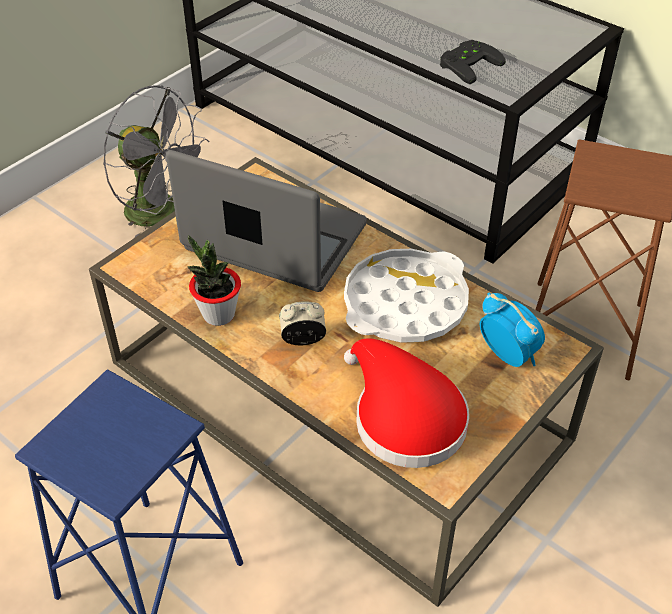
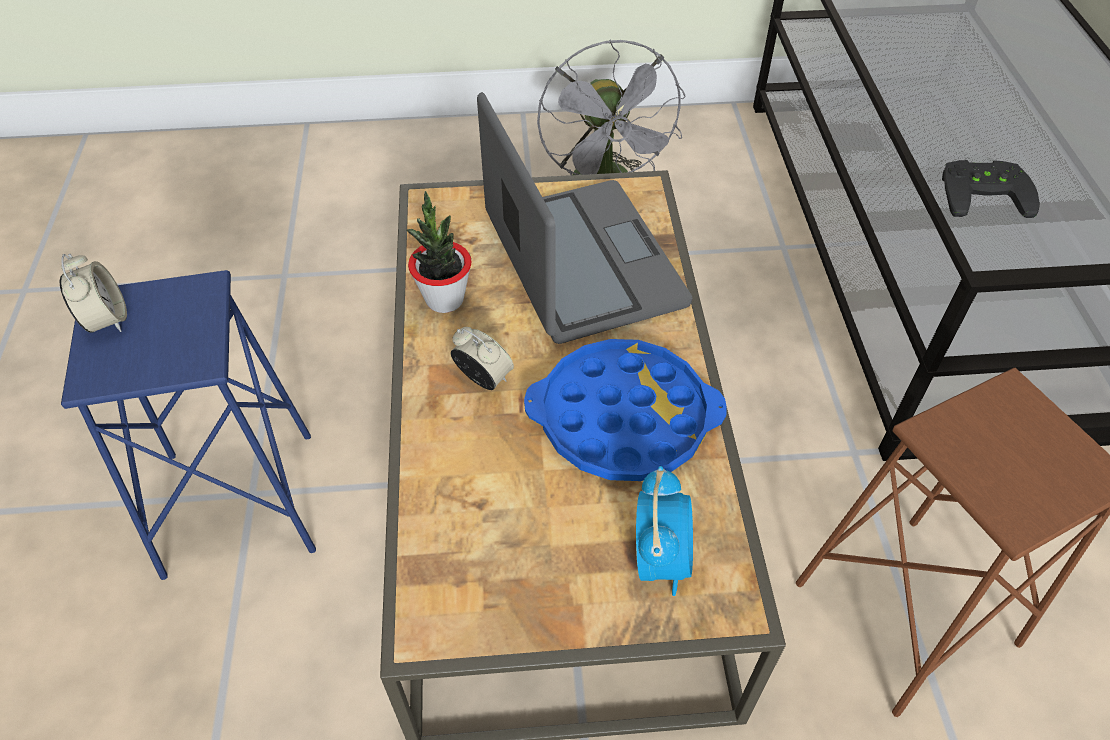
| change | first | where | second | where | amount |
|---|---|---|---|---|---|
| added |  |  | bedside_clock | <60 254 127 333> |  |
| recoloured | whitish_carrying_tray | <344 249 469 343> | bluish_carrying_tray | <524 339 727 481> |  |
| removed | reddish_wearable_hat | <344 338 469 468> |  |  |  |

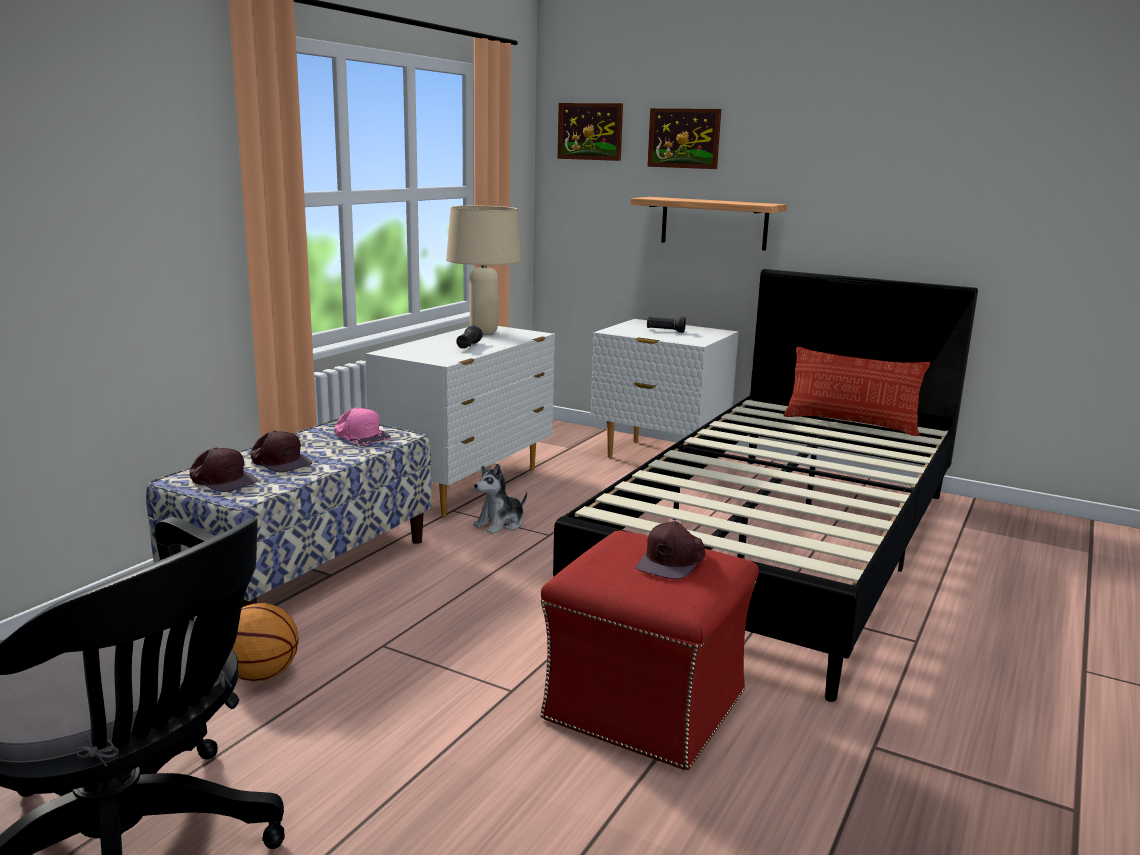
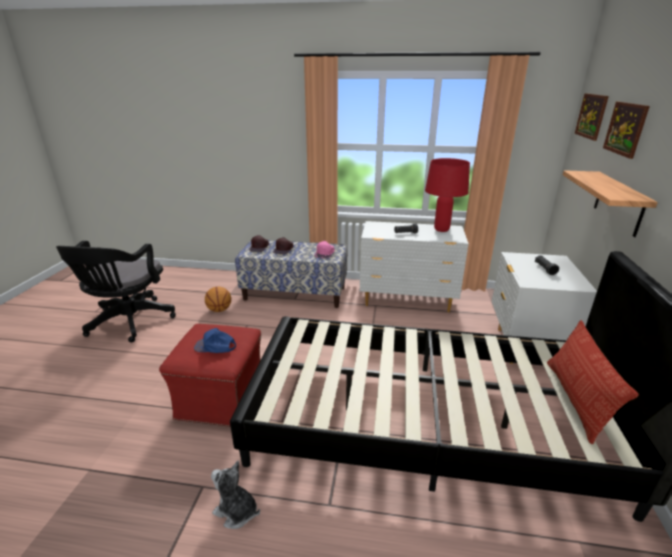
| change | first | where | second | where | amount |
|---|---|---|---|---|---|
| recoloured | brownish_baseball_cap | <636 521 706 579> | bluish_baseball_cap | <194 328 236 353> |  |
| moved | soft_toy | <473 464 527 534> |  | <211 460 260 529> |  |
| recoloured | sand-coloured_table_lamp | <446 206 521 334> | reddish_table_lamp | <425 158 470 232> |  |

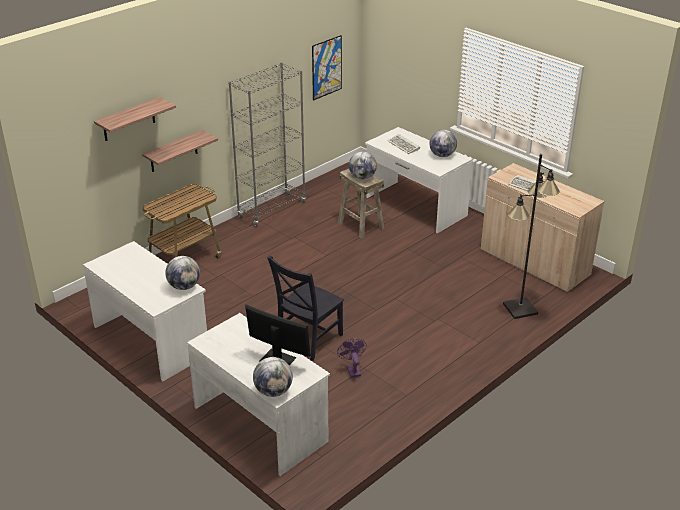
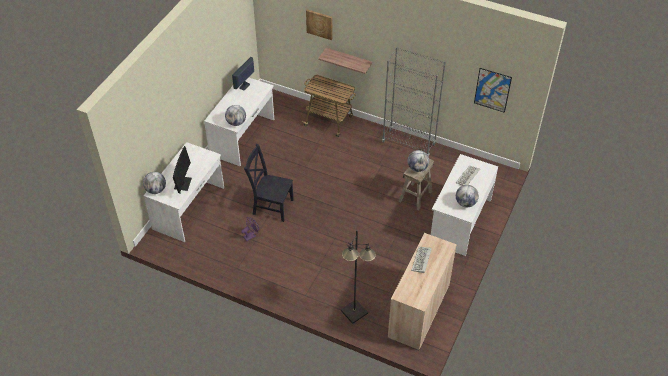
| change | first | where | second | where | amount |
|---|---|---|---|---|---|
| added |  |  | computer_display | <232 57 254 90> |  |
| replaced | wall_shelf | <94 97 176 141> | wall_art | <306 10 333 40> |  |

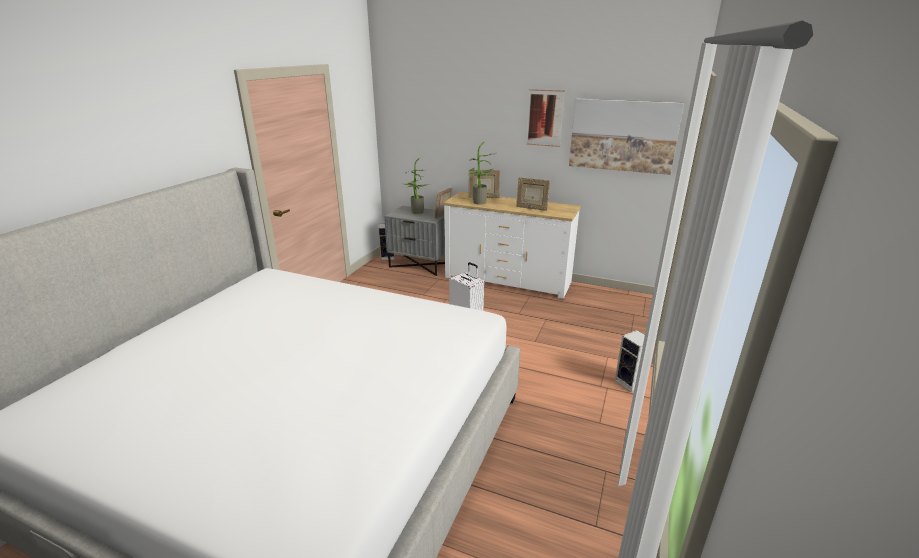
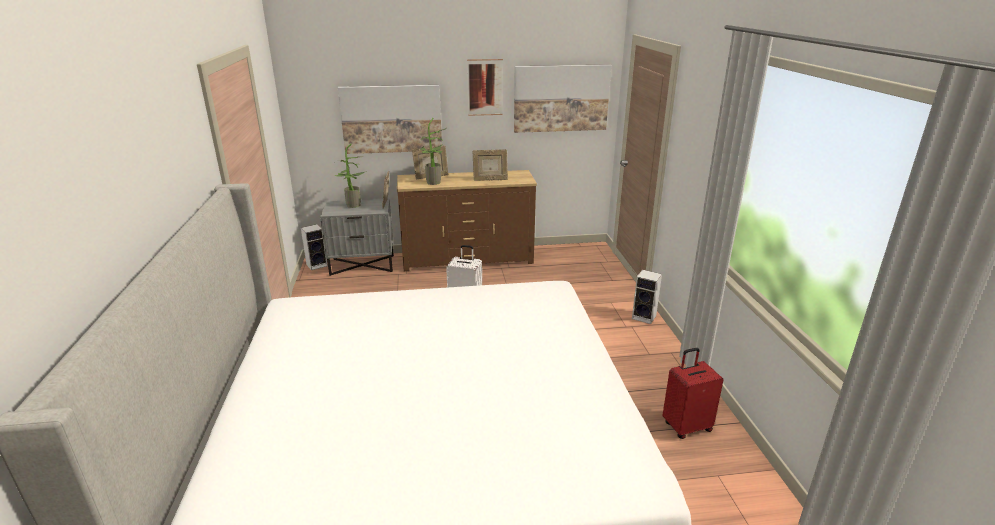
| change | first | where | second | where | amount |
|---|---|---|---|---|---|
| added |  |  | wall_art | <338 85 442 154> |  |
| recoloured | whitish_drawer_chest | <443 192 581 299> | brownish_drawer_chest | <397 170 537 271> |  |
| added |  |  | reddish_suitcase | <663 348 724 439> |  |

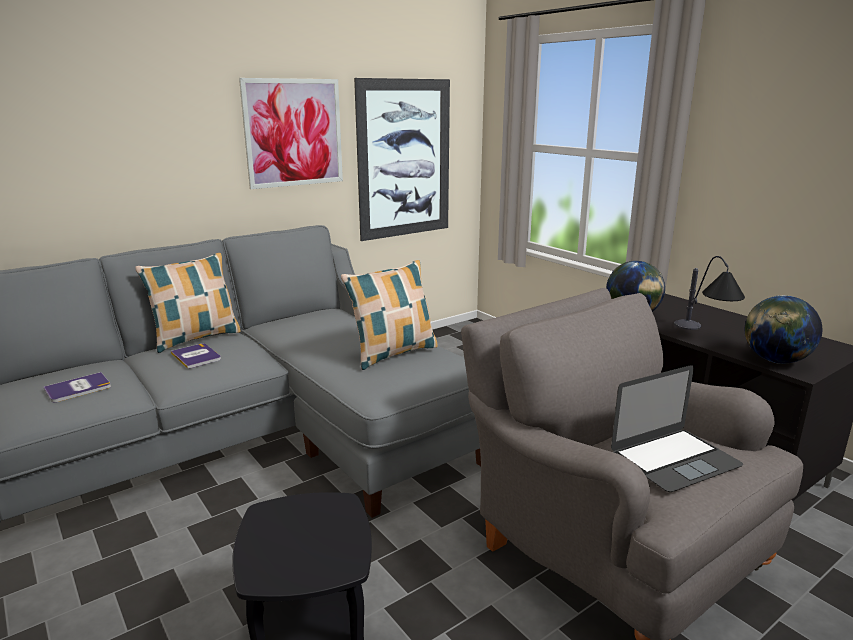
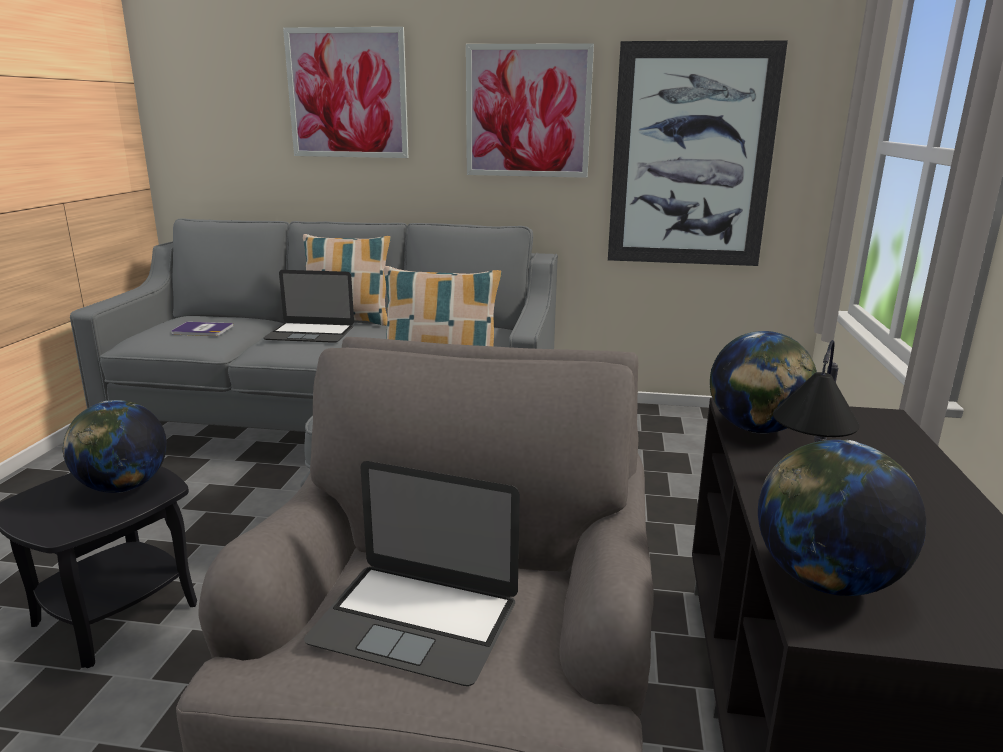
| change | first | where | second | where | amount |
|---|---|---|---|---|---|
| added |  |  | globe | <62 400 167 493> |  |
| replaced | bound_book | <171 343 221 369> | notebook_computer | <263 270 354 343> |  |
| added |  |  | wall_art | <283 27 408 158> |  |

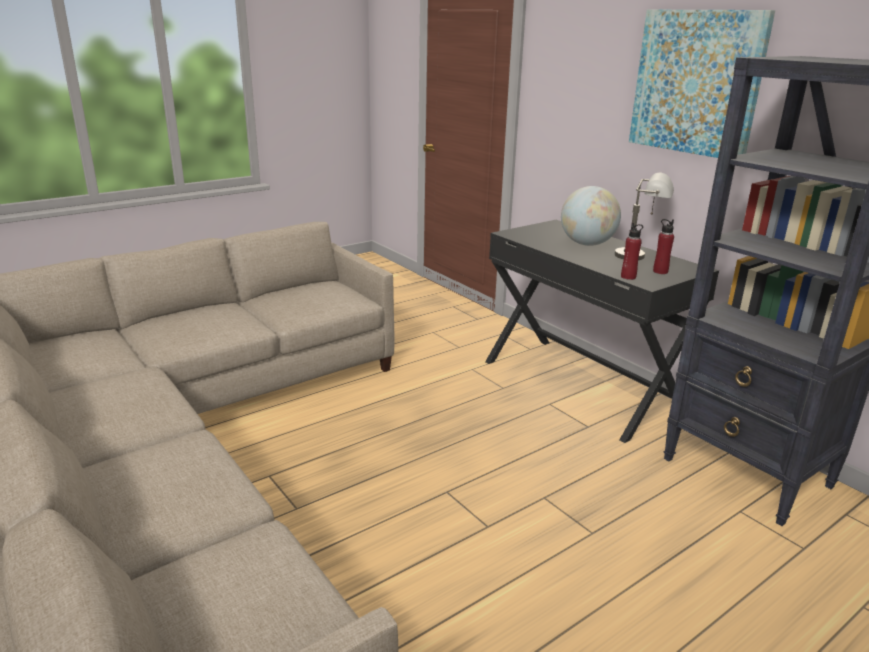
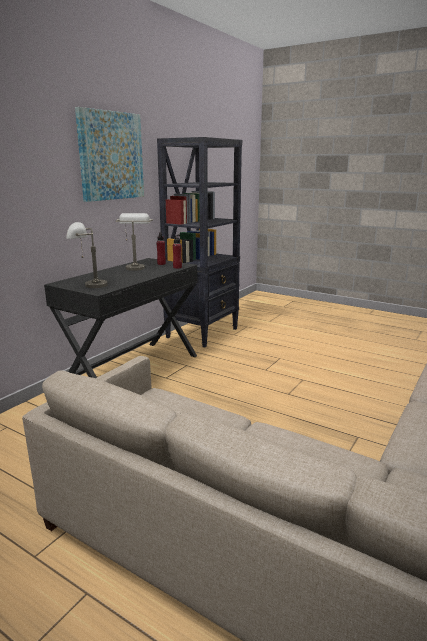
| change | first | where | second | where | amount |
|---|---|---|---|---|---|
| added |  |  | greyish_table_lamp | <66 222 108 288> |  |
| removed | globe | <561 186 621 246> |  |  |  |

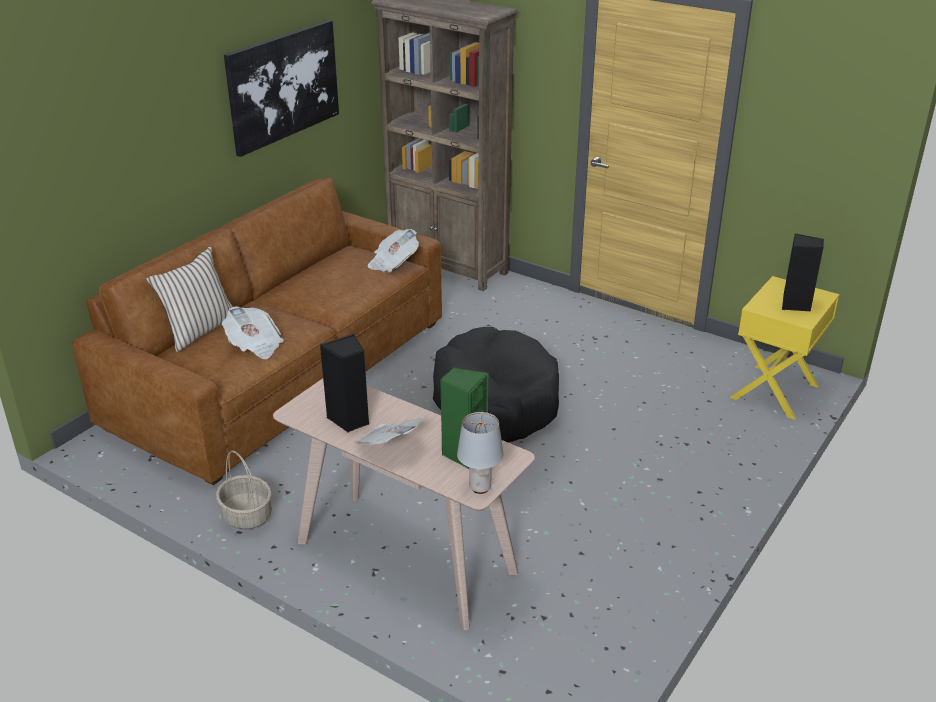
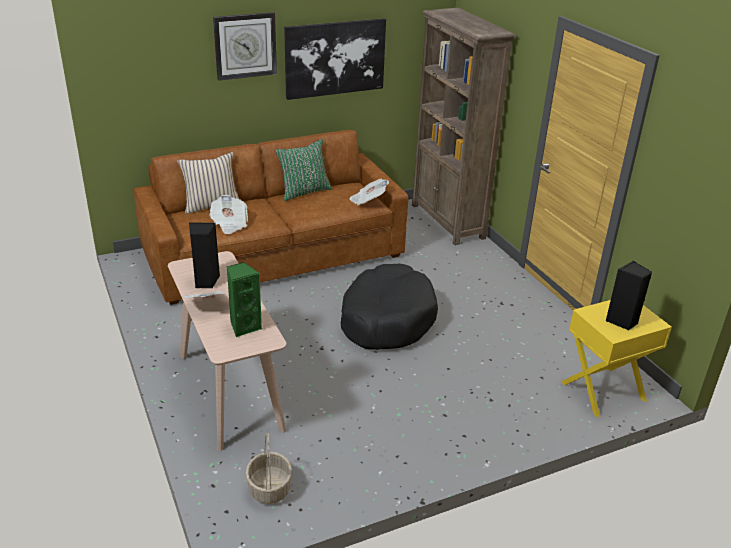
| change | first | where | second | where | amount |
|---|---|---|---|---|---|
| added |  |  | hanging_clock | <213 12 277 81> |  |
| moved | basket | <216 451 272 529> |  | <246 433 292 504> |  |
| added |  |  | green-coloured_throw_pillow | <275 139 332 201> |  |
| removed | greyish_table_lamp | <457 412 503 494> |  |  |  |

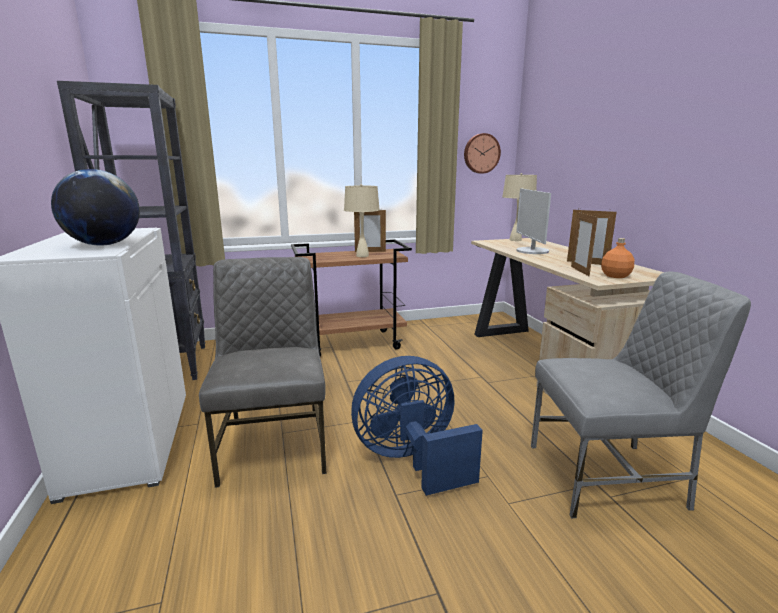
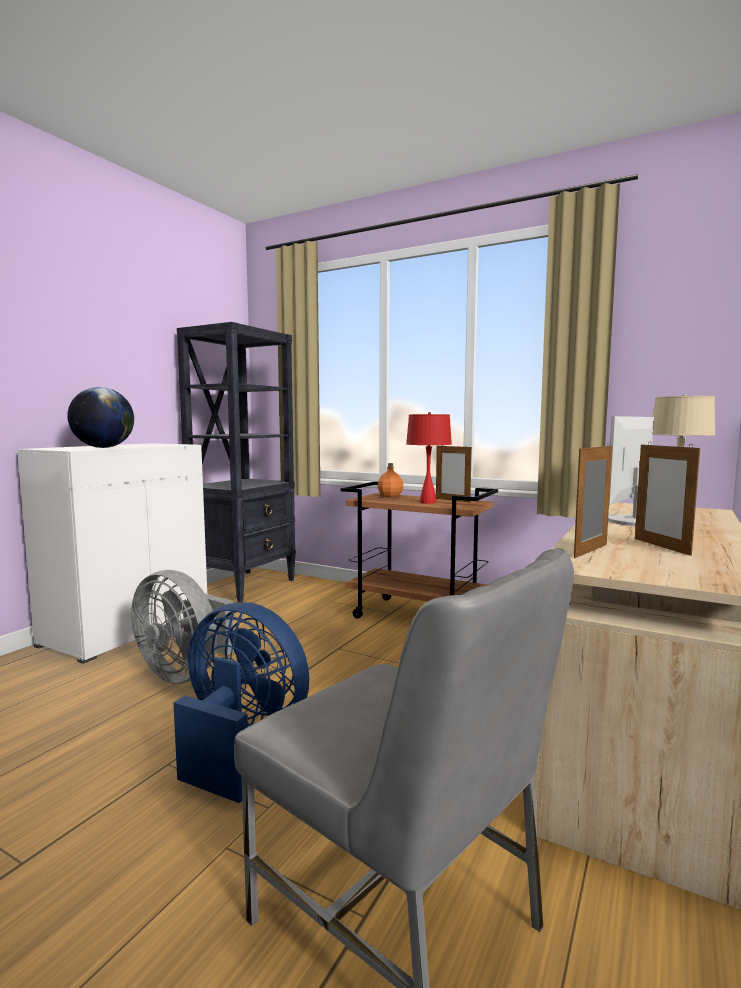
| change | first | where | second | where | amount |
|---|---|---|---|---|---|
| replaced | greyish_chair | <199 257 327 488> | greyish_cooling_fan | <131 570 234 684> |  |
| moved | orange_beverage_bottle | <601 238 634 278> |  | <378 463 404 497> |  |
| recoloured | sand-coloured_table_lamp | <344 184 380 257> | reddish_table_lamp | <406 412 452 504> |  |
| removed | hanging_clock | <464 133 501 174> |  |  |  |

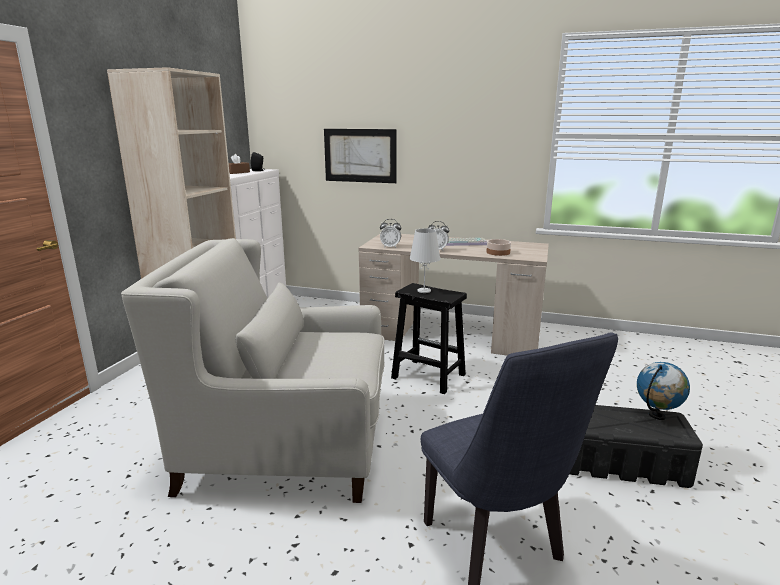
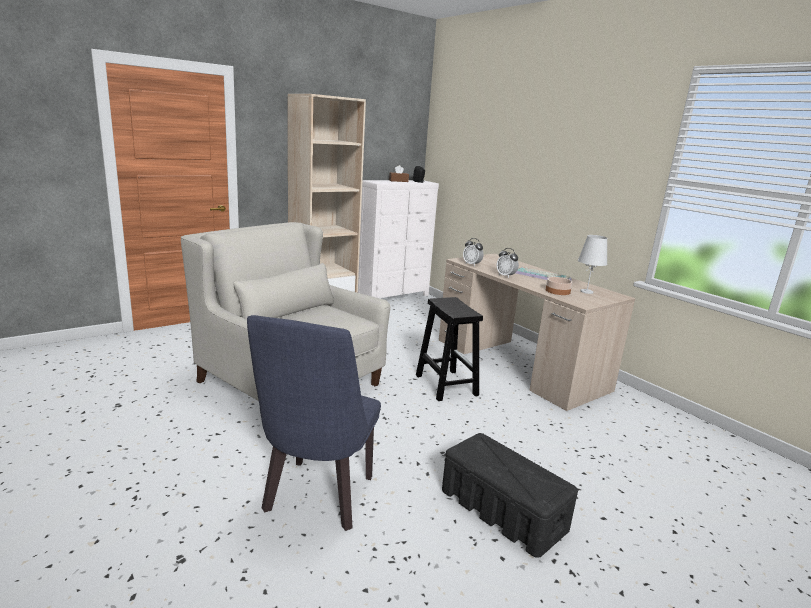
| change | first | where | second | where | amount |
|---|---|---|---|---|---|
| moved | whitish_table_lamp | <409 229 441 293> |  | <578 235 607 294> |  |
| removed | wall_art | <324 129 397 183> |  |  |  |
| removed | globe | <637 362 690 420> |  |  |  |

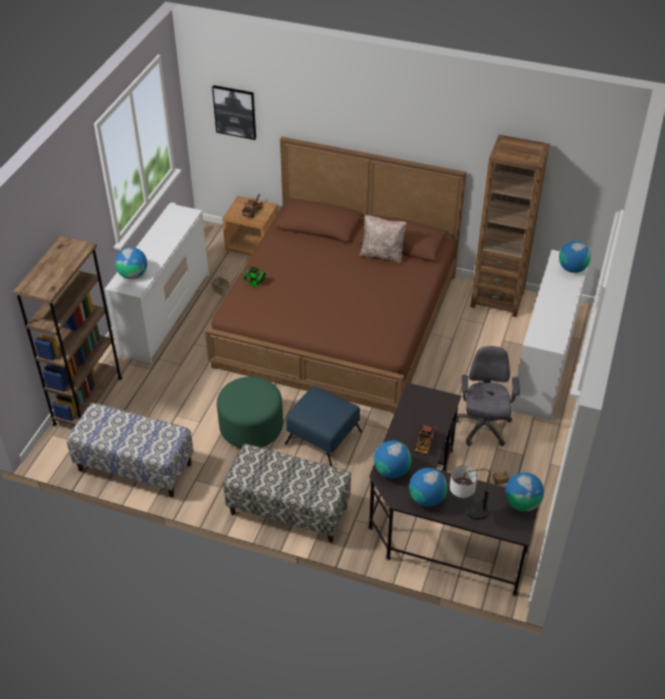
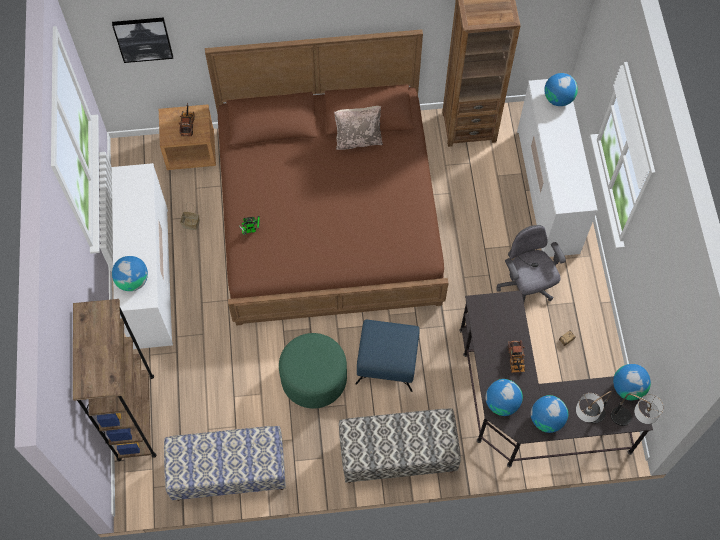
| change | first | where | second | where | amount |
|---|---|---|---|---|---|
| added |  |  | table_lamp | <611 394 664 426> |  |

